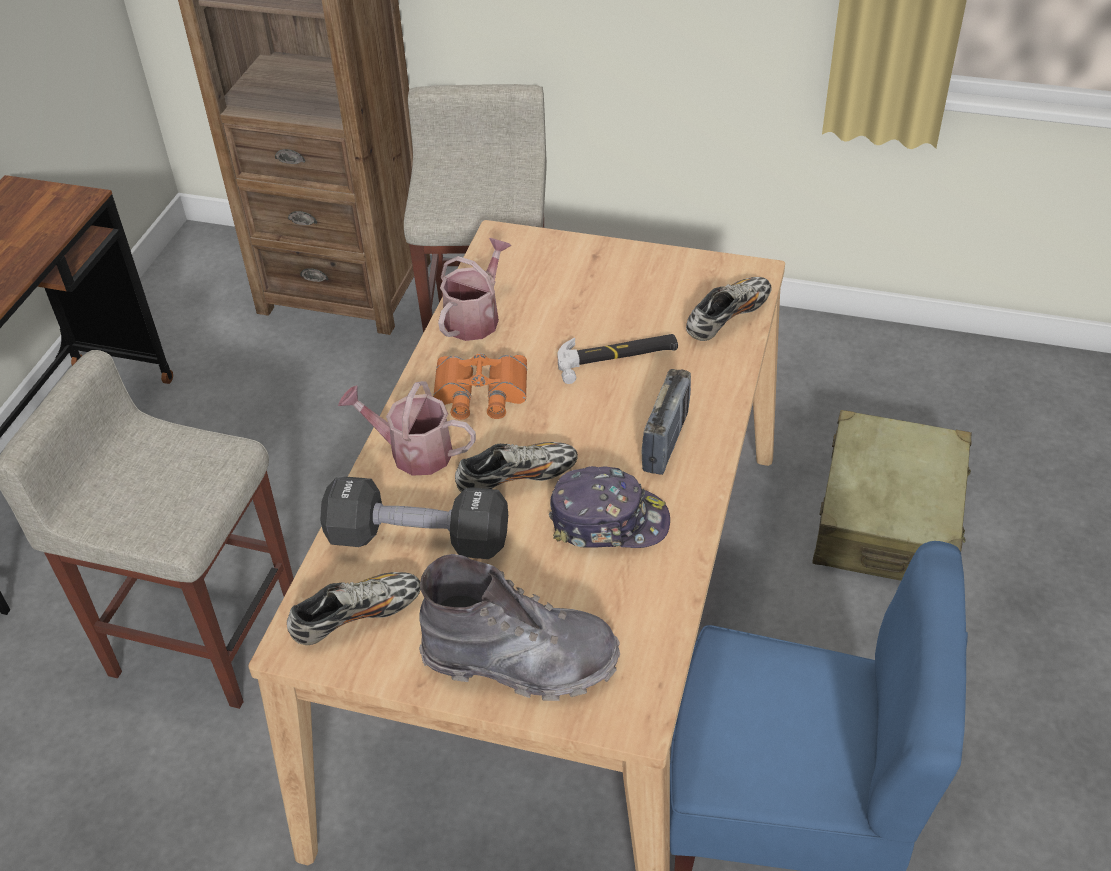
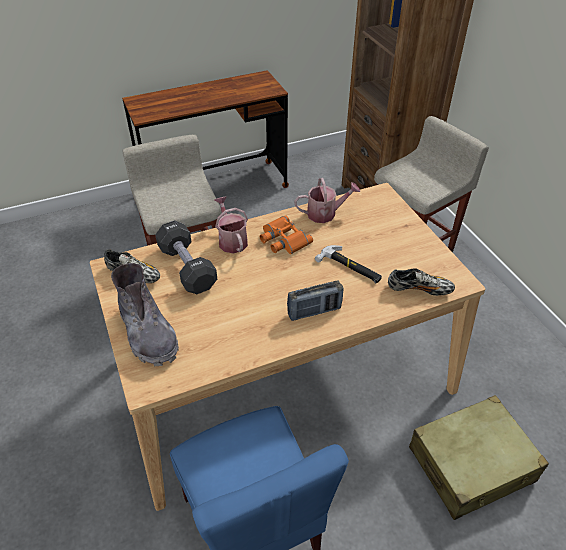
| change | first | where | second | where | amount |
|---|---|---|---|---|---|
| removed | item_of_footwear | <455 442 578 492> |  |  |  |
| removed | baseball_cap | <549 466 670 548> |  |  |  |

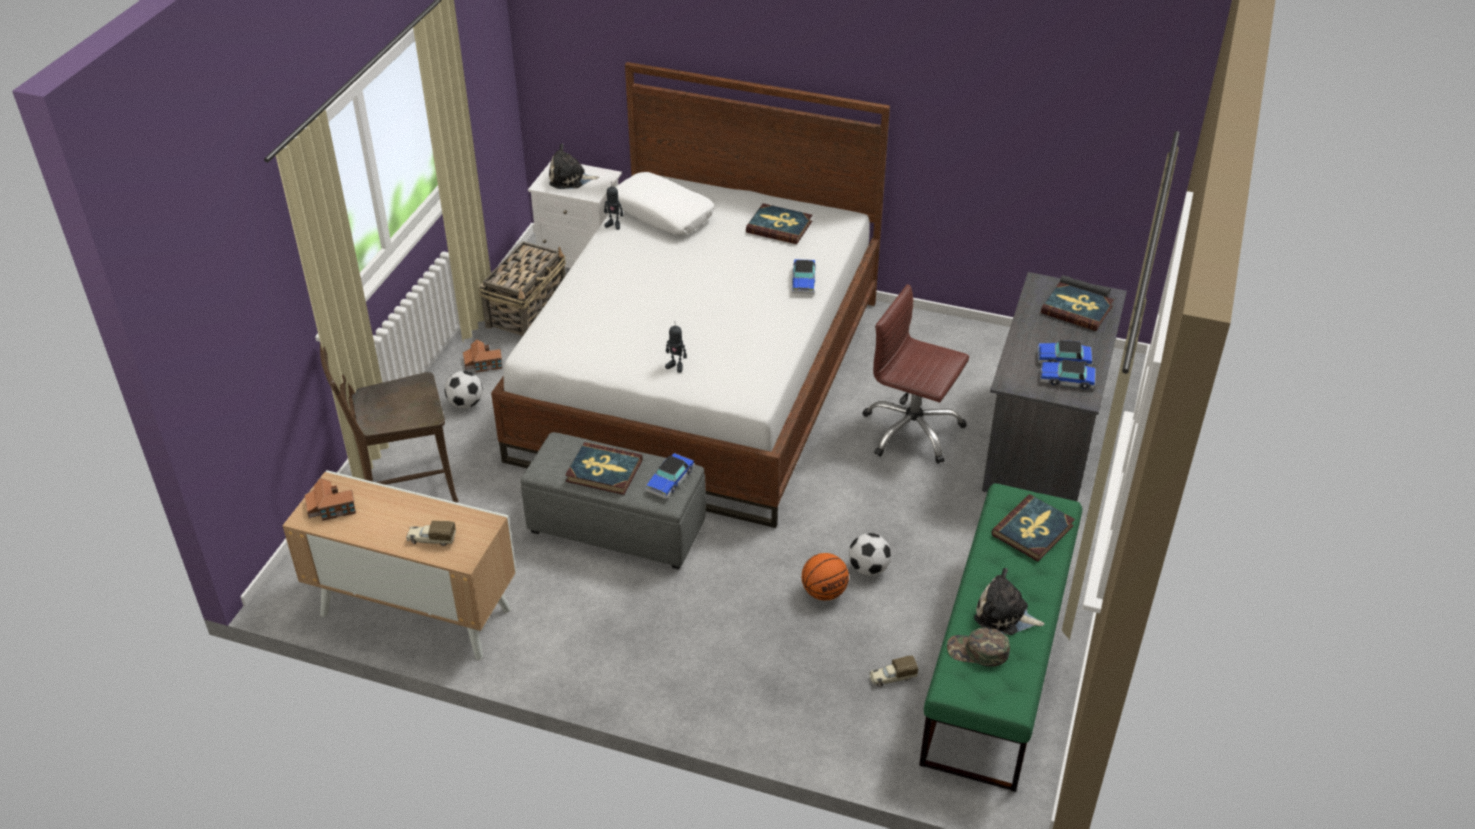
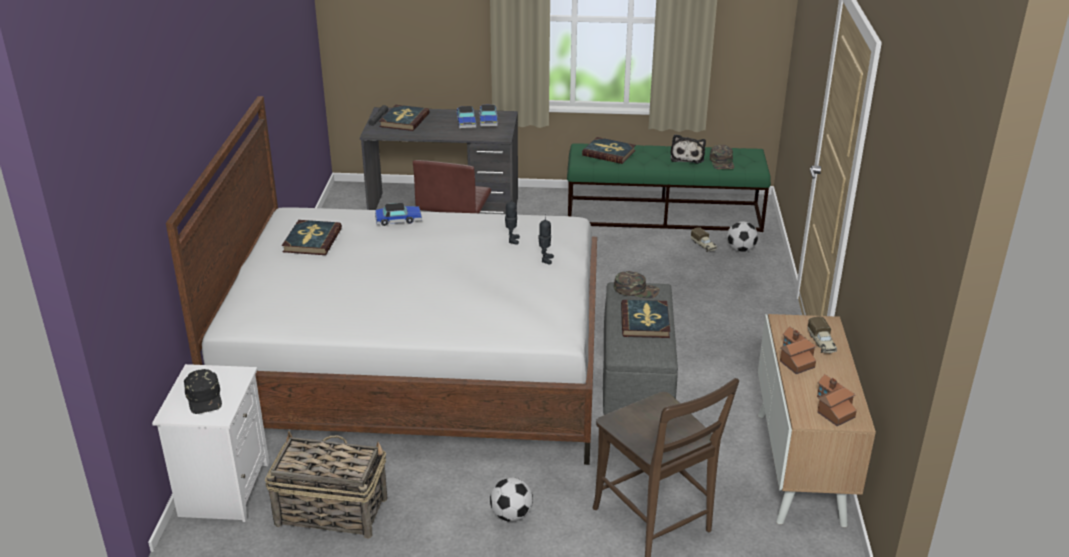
| change | first | where | second | where | amount |
|---|---|---|---|---|---|
| replaced | soft_toy | <549 144 599 189> | black_baseball_cap | <184 369 222 414> |  |
| moved | robot_figure | <604 182 623 230> |  | <505 196 520 245> |  |
| replaced | model_car | <646 453 695 499> | green-coloured_baseball_cap | <614 271 660 299> |  |
| moved | football_ball | <849 533 891 576> |  | <727 221 758 252> |  |
| moved | model_house | <463 339 502 373> |  | <780 326 817 374> |  |
| removed | whitish_throw_pillow | <616 172 714 235> |  |  |  |
| removed | basketball_ball | <802 553 849 600> |  |  |  |

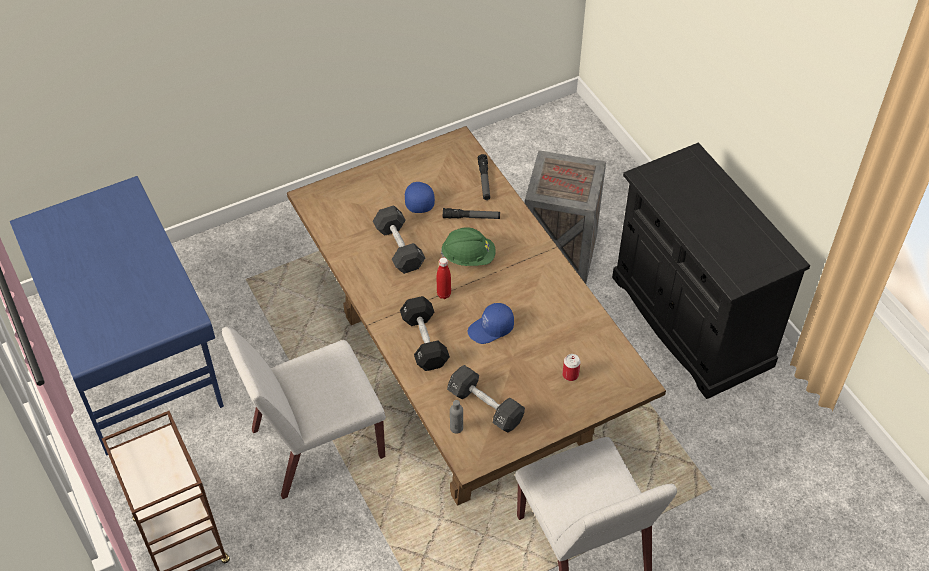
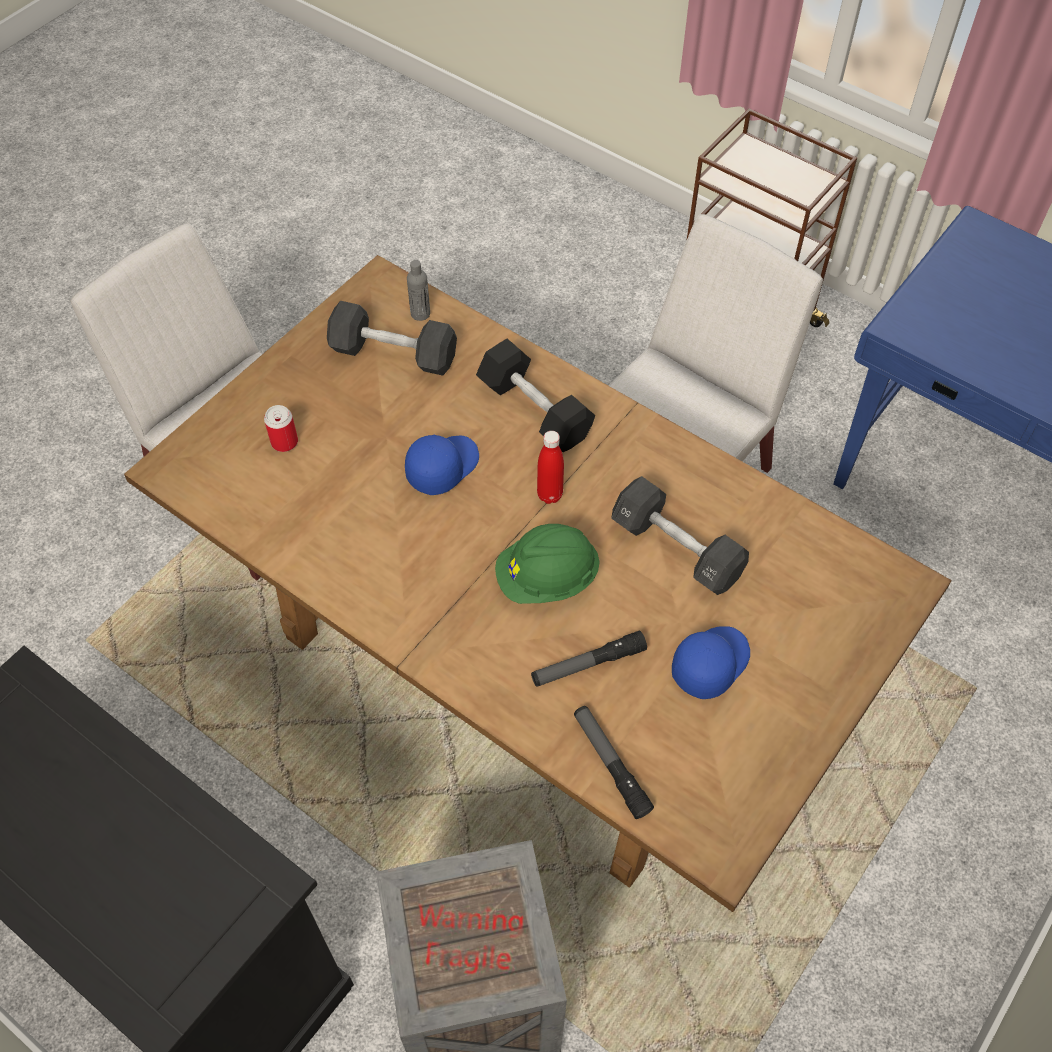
| change | first | where | second | where | amount |
|---|---|---|---|---|---|
| turned | bluish_baseball_cap | <405 182 435 213> |  | <672 626 750 699> | 105 degrees counterclockwise |

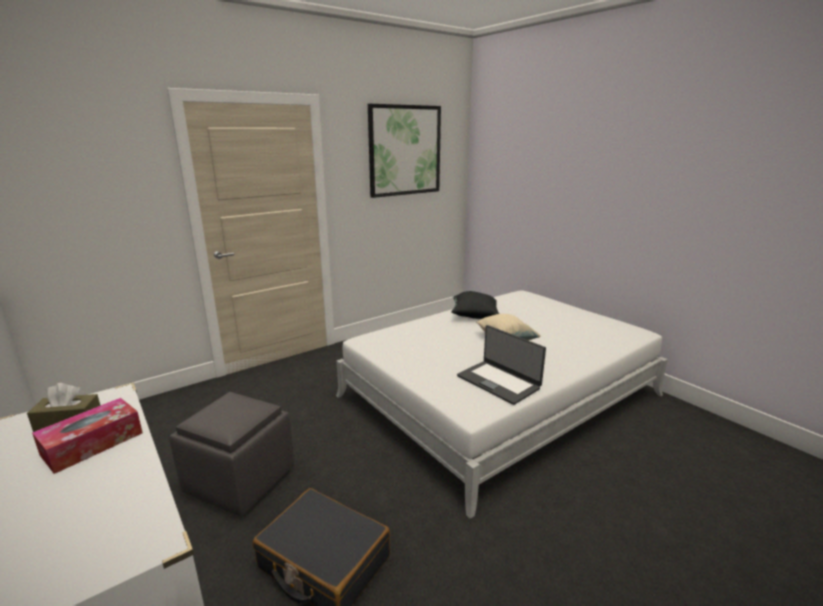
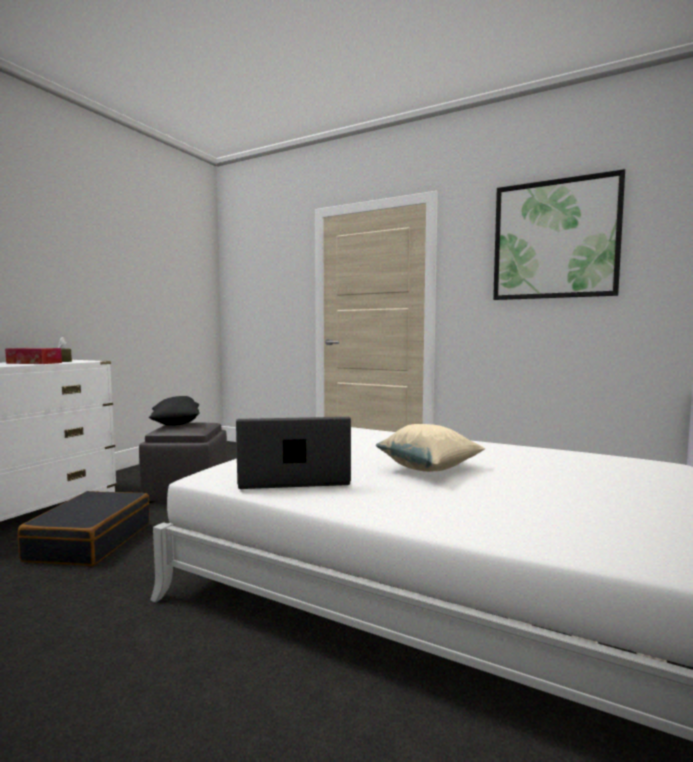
| change | first | where | second | where | amount |
|---|---|---|---|---|---|
| moved | black_throw_pillow | <451 291 499 319> |  | <149 396 200 426> |  |
| turned | notebook_computer | <457 325 546 405> |  | <236 417 351 489> | 60 degrees clockwise |

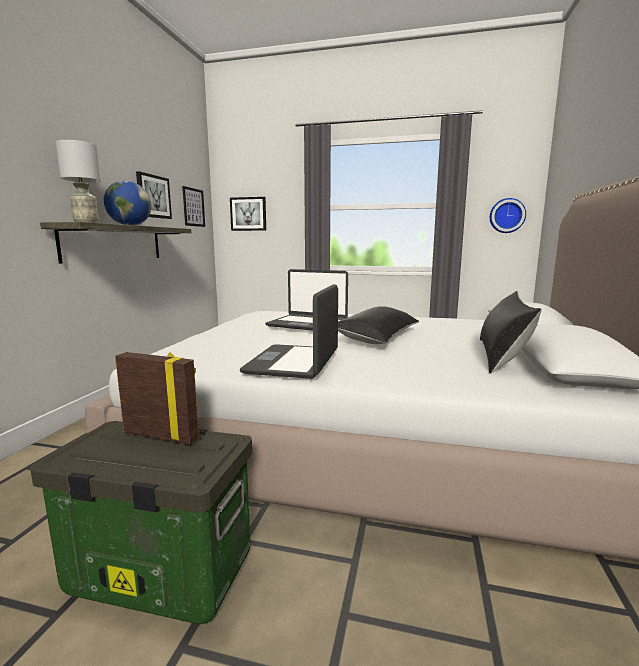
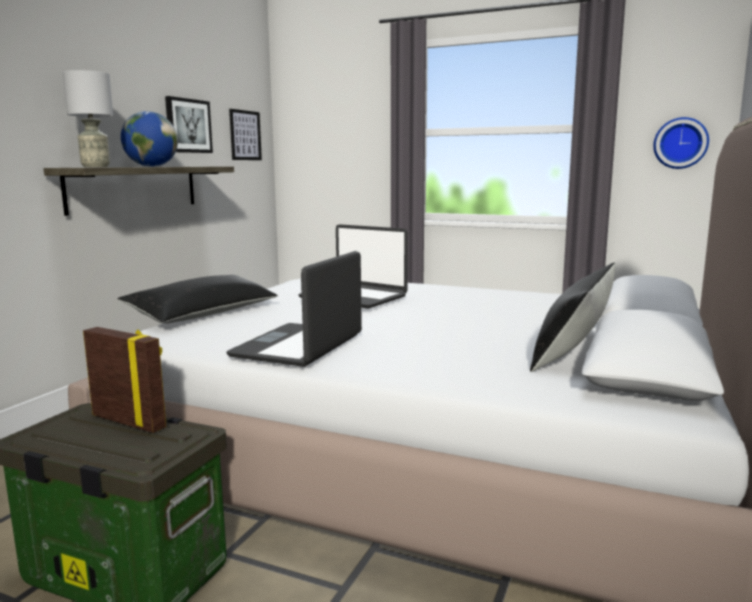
| change | first | where | second | where | amount |
|---|---|---|---|---|---|
| moved | black_throw_pillow | <338 306 419 344> |  | <117 275 278 324> |  |
| removed | wall_art | <230 197 266 231> |  |  |  |

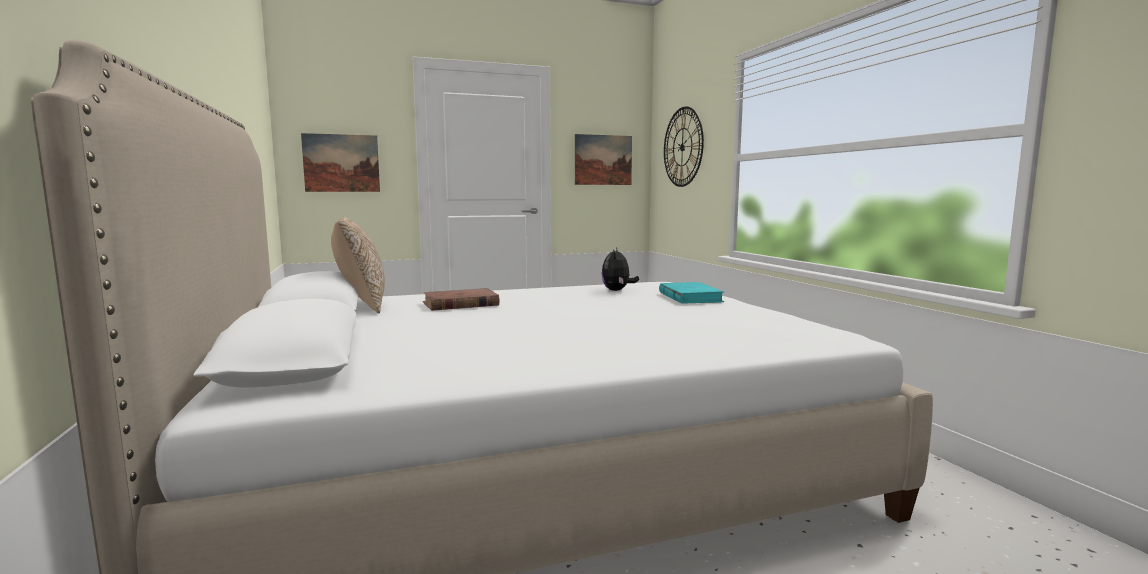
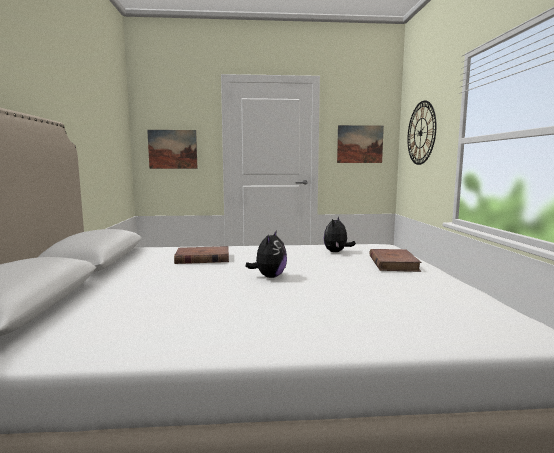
| change | first | where | second | where | amount |
|---|---|---|---|---|---|
| added |  |  | soft_toy | <245 230 287 278> |  |
| recoloured | turquoise_bound_book | <659 282 724 304> | brownish_bound_book | <369 249 422 272> |  |
| removed | throw_pillow | <331 217 385 314> |  |  |  |

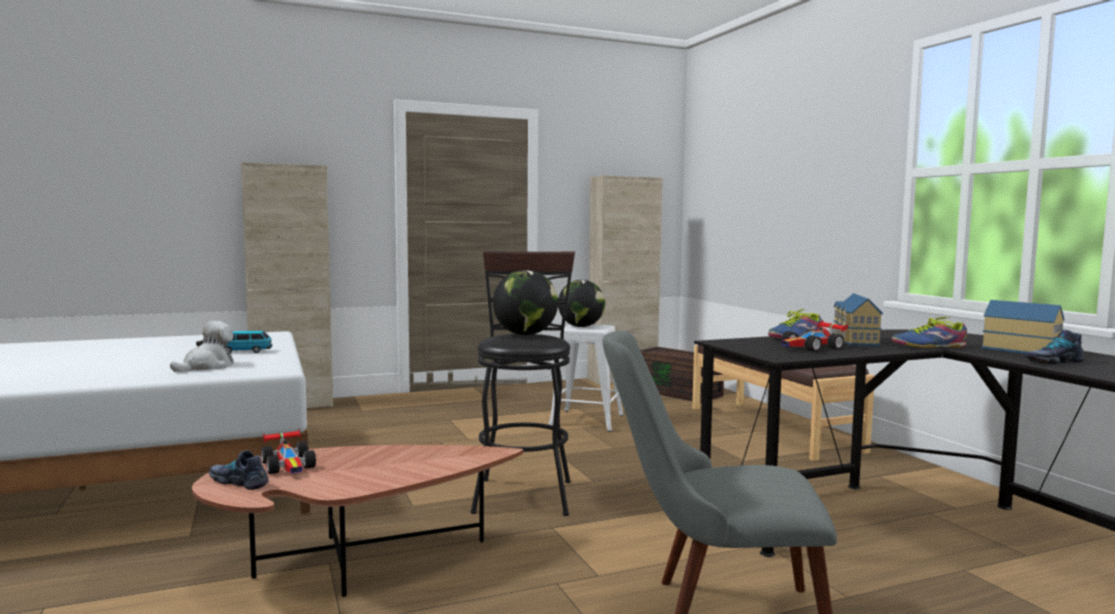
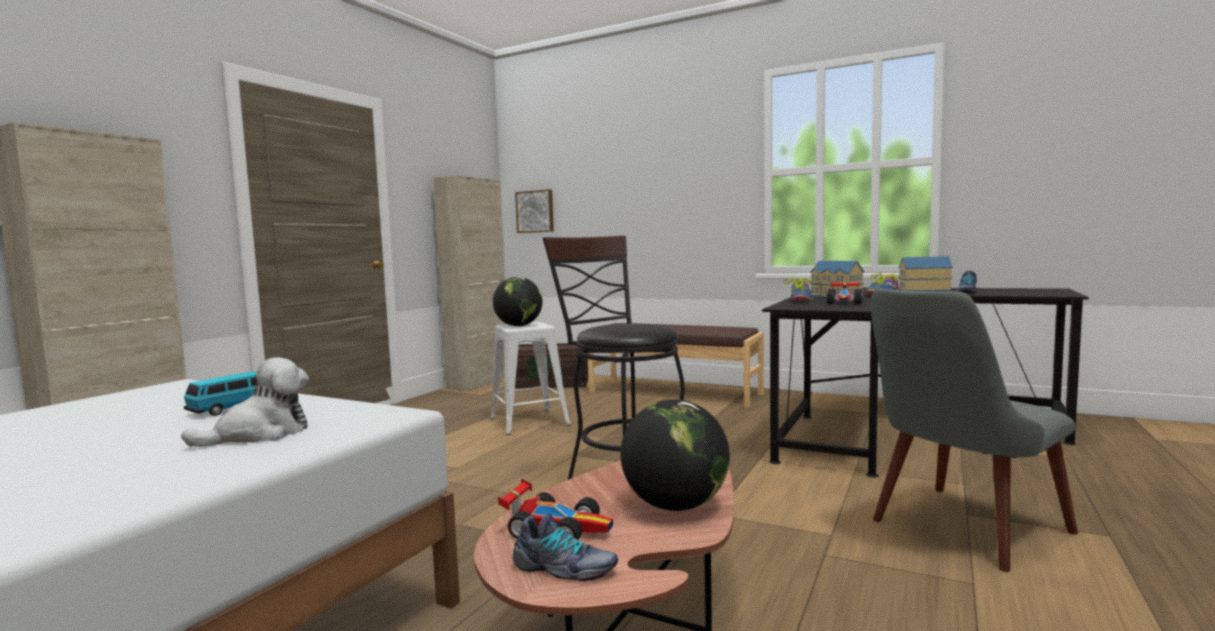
| change | first | where | second | where | amount |
|---|---|---|---|---|---|
| turned | soft_toy | <170 321 234 372> |  | <181 357 309 447> | 60 degrees clockwise |
| turned | item_of_footwear | <209 450 269 490> |  | <513 514 618 581> | 150 degrees counterclockwise |
| added |  |  | wall_art | <515 189 554 233> |  |
| moved | globe | <493 270 558 335> |  | <620 400 730 511> |  |

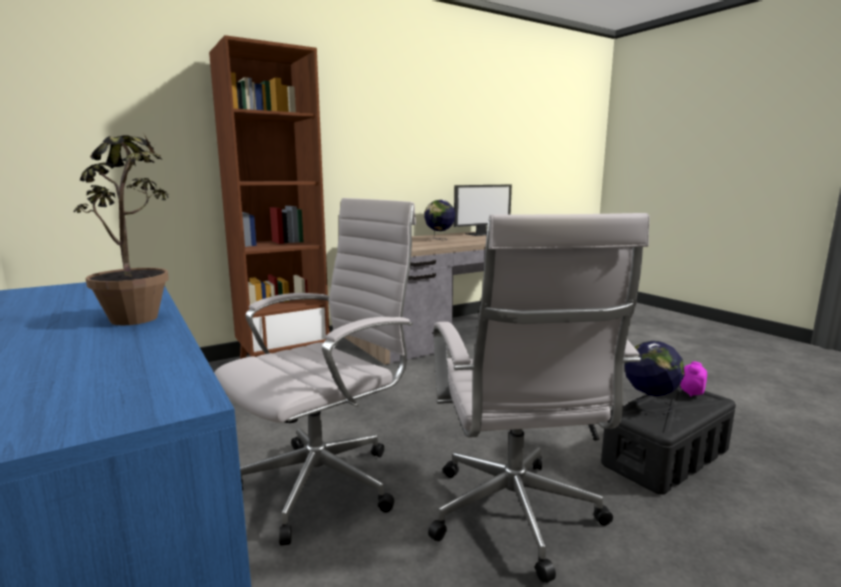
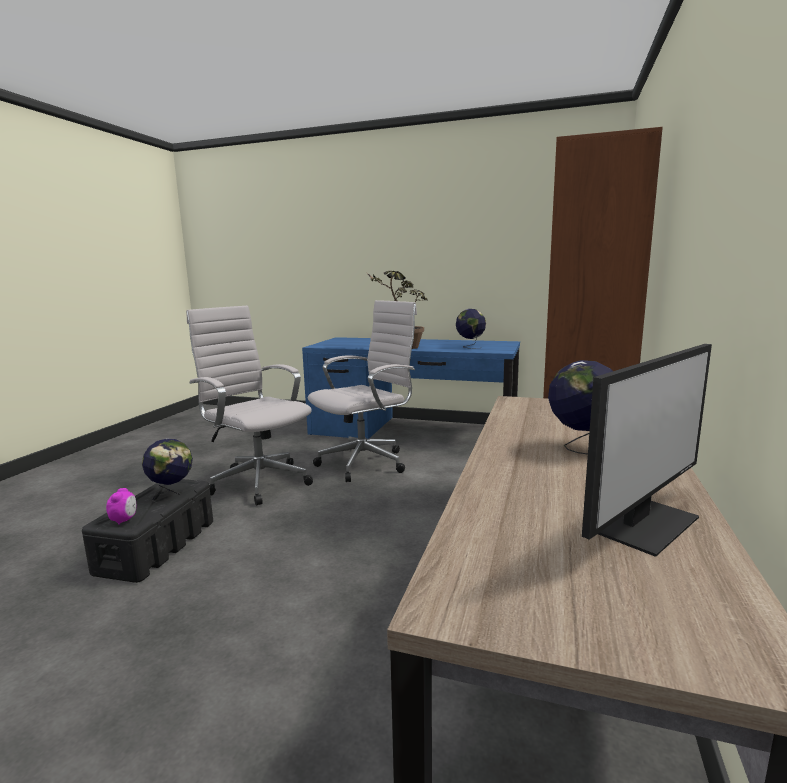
| change | first | where | second | where | amount |
|---|---|---|---|---|---|
| turned | whitish_office_chair | <214 198 416 546> |  | <308 300 417 482> | 135 degrees counterclockwise |
| added |  |  | globe | <456 309 486 349> |  |
| turned | computer_display | <454 184 512 236> |  | <582 344 712 557> | 150 degrees counterclockwise |

